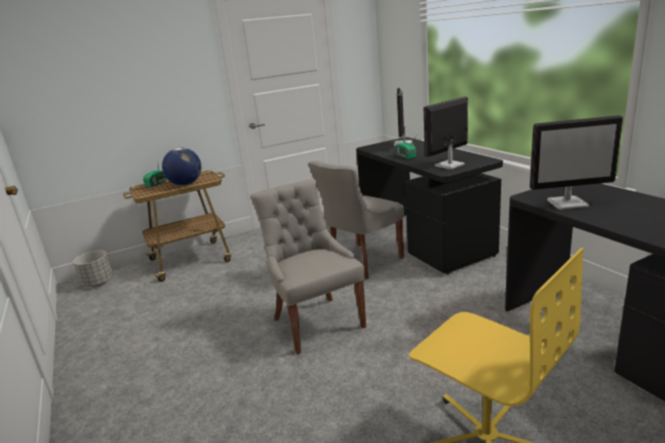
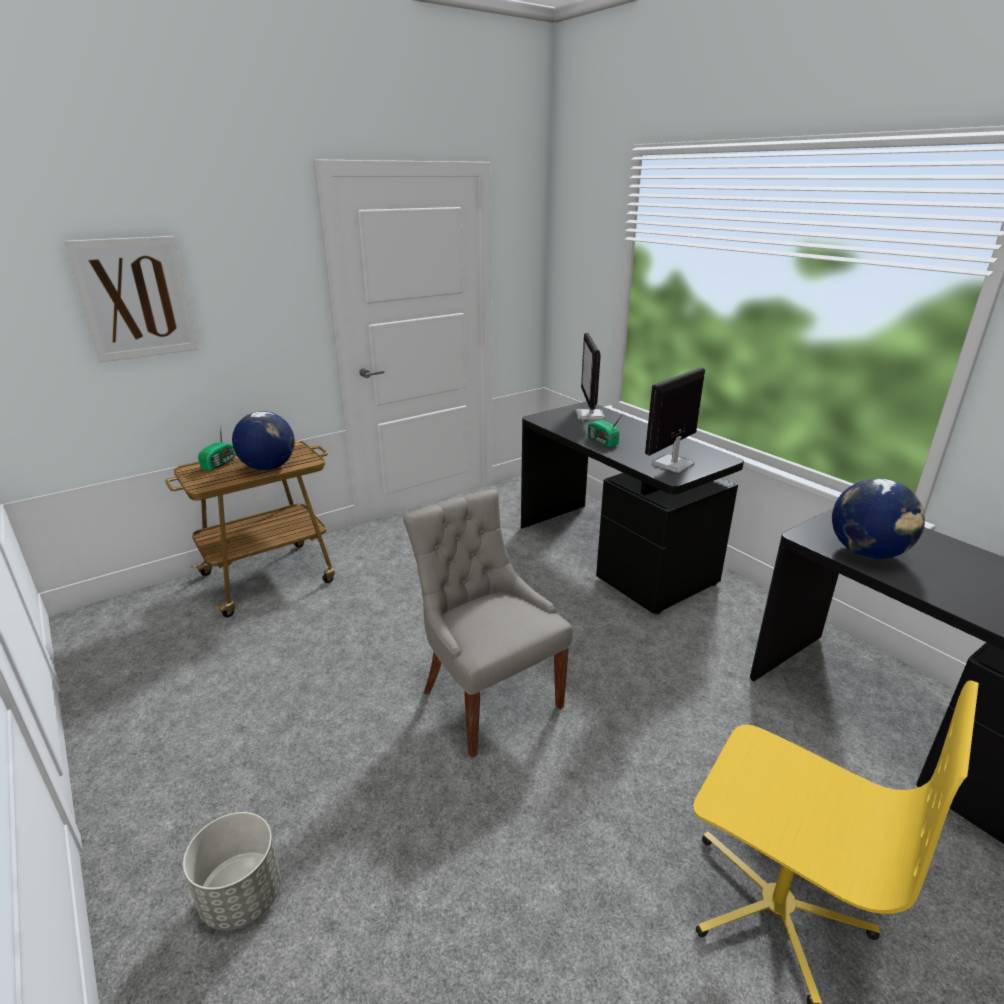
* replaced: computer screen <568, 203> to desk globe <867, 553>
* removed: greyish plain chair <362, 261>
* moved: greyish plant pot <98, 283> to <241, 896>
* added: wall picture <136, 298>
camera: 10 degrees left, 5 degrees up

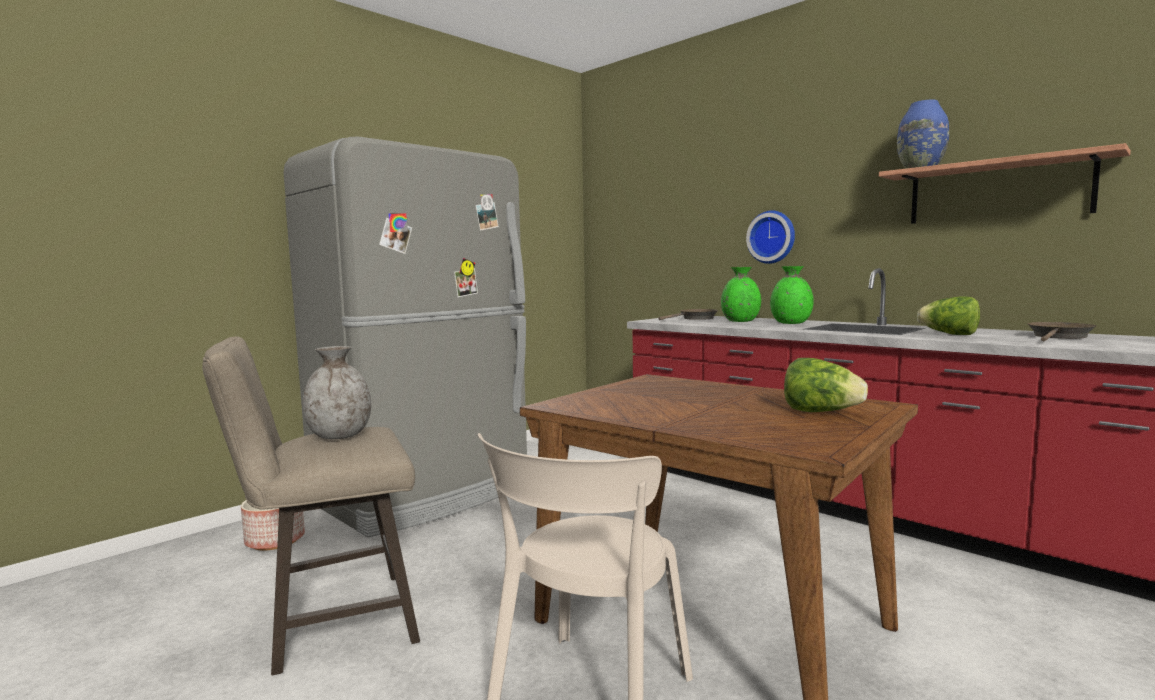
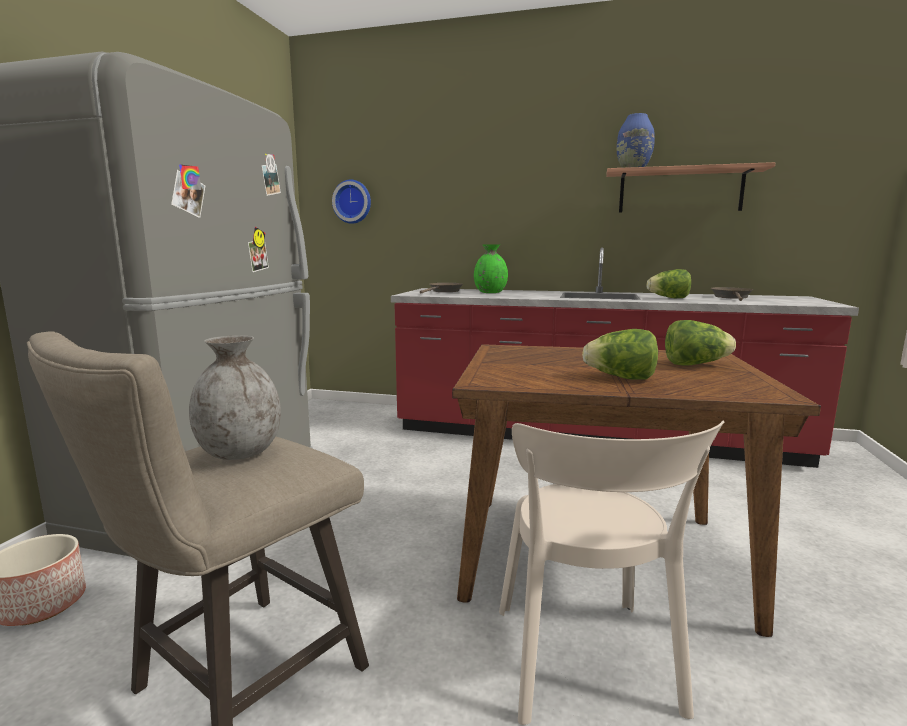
* moved: clock on the wall <772, 237> to <353, 202>
* removed: greenish vase <791, 323>
* added: head of lettuce <621, 378>
camera: 30 degrees left, 5 degrees up

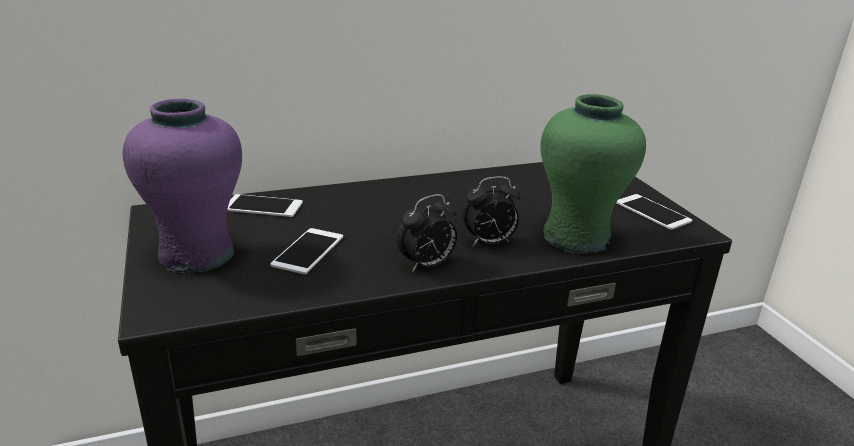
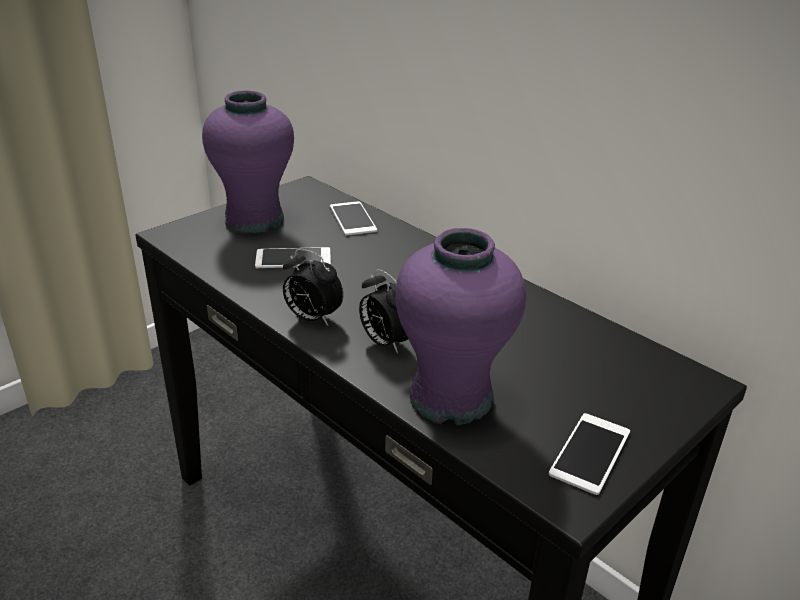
* recoloured: greenish vase <576, 237> to purple-coloured vase <452, 398>
camera: 65 degrees right, 5 degrees up

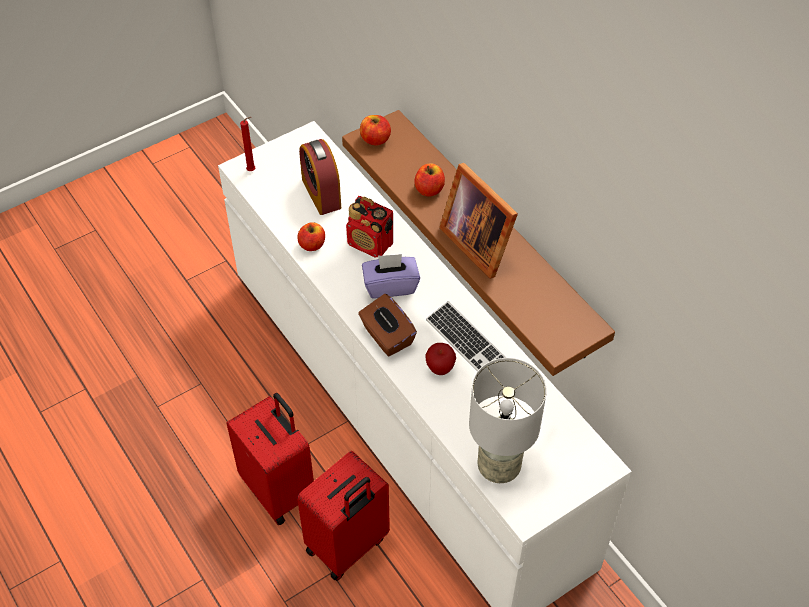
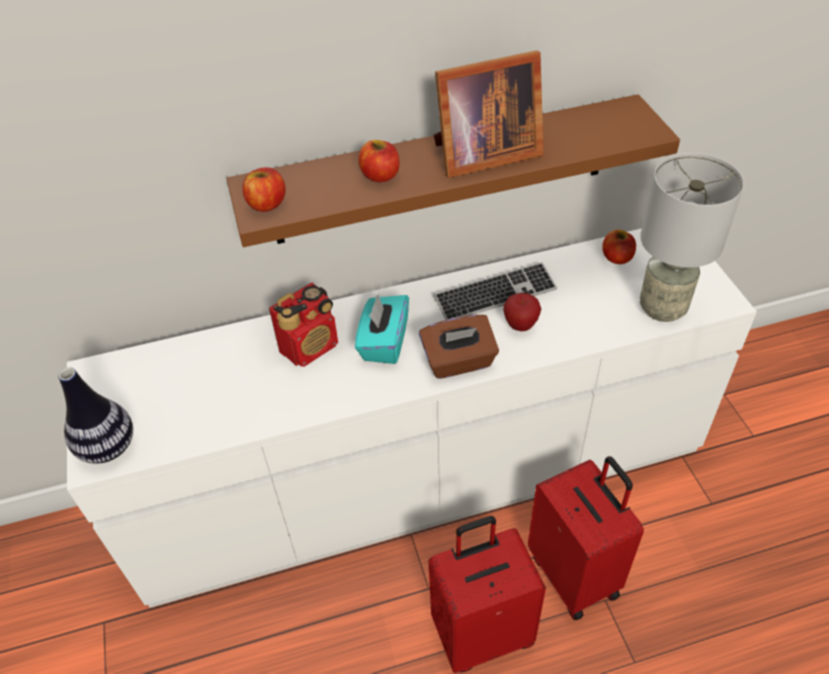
* replaced: red wax light <252, 170> to vase <108, 447>
* removed: alarm clock <321, 193>
* moved: apple fruit <312, 245> to <617, 258>
* recoloured: purple-coloured tissue box <390, 286> to turquoise tissue box <384, 342>
camera: 70 degrees left, 5 degrees down

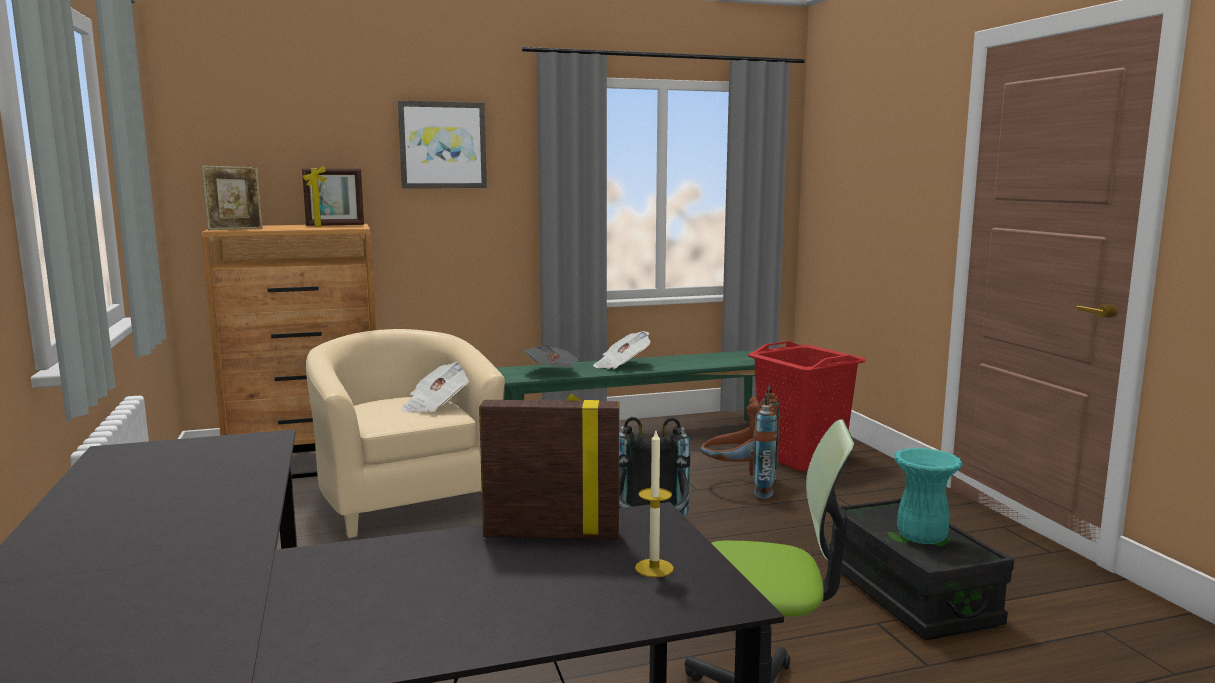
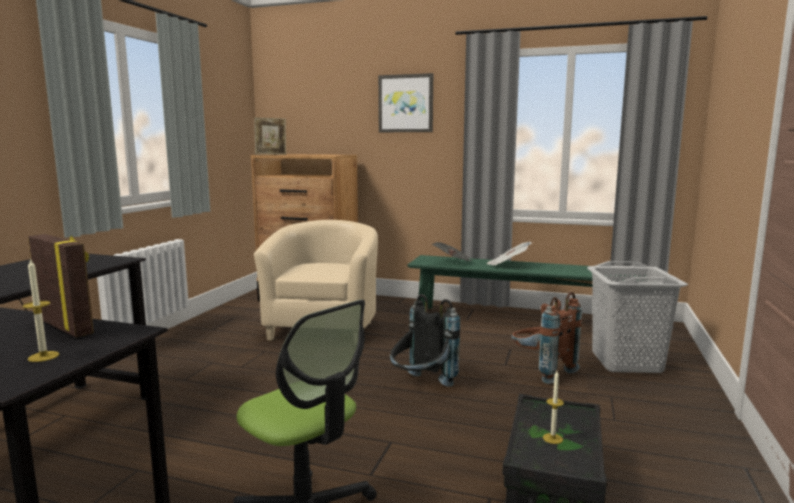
* removed: picture frame <335, 226>
* recoloured: red laundry basket <800, 458> to greyish laundry basket <626, 362>
* removed: printed paper <436, 406>
* replaced: turquoise vase <920, 538> to wax light <552, 438>
camera: 35 degrees right, 0 degrees up

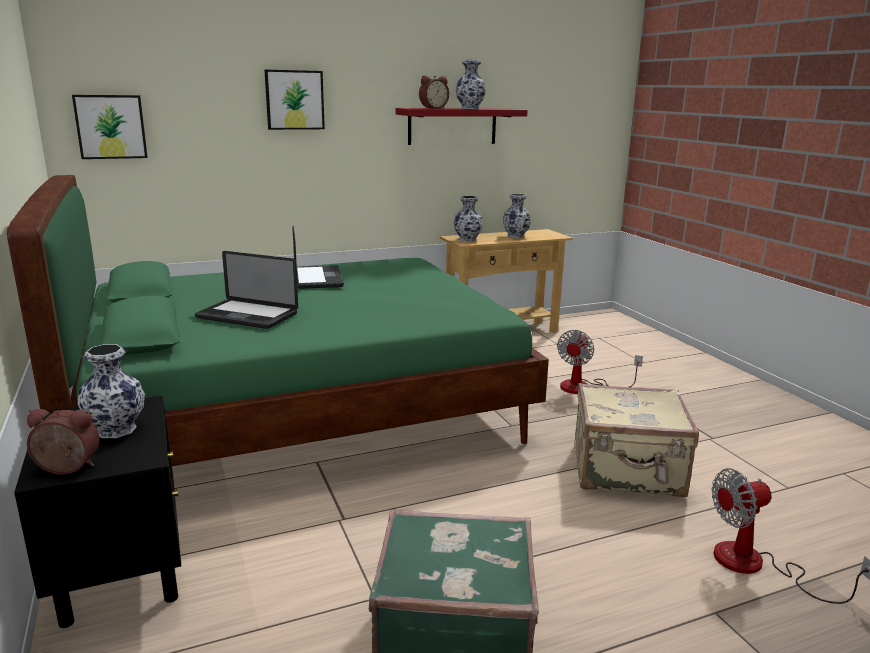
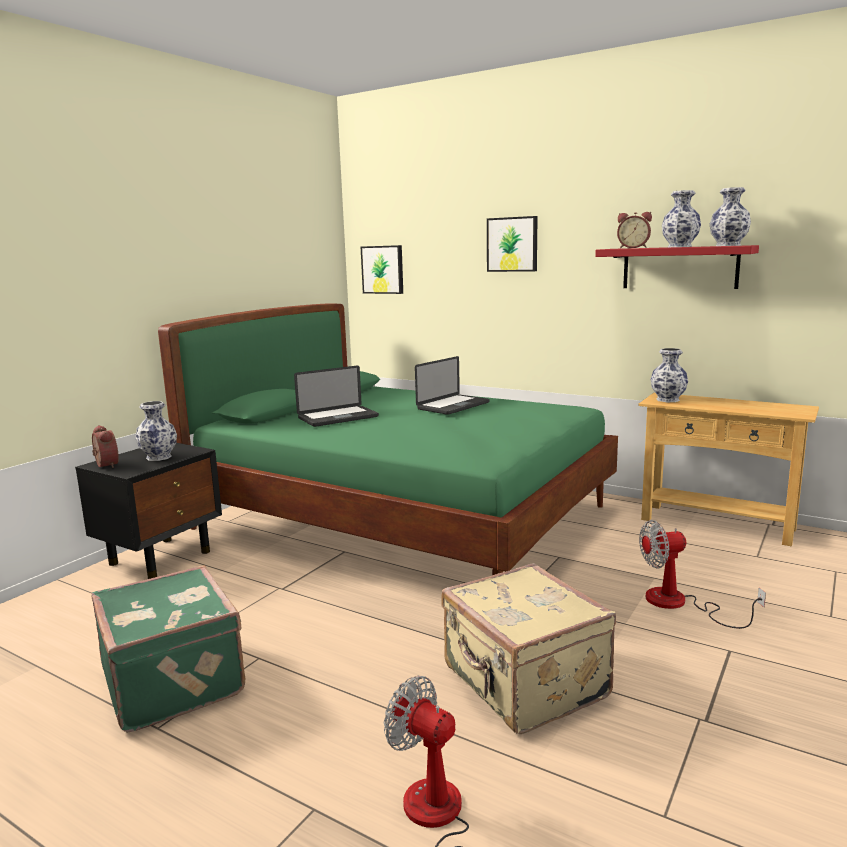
* moved: vase <515, 236> to <727, 245>
* turned: portable computer <247, 316> = <338, 417> 105 degrees counterclockwise
camera: 55 degrees right, 5 degrees down

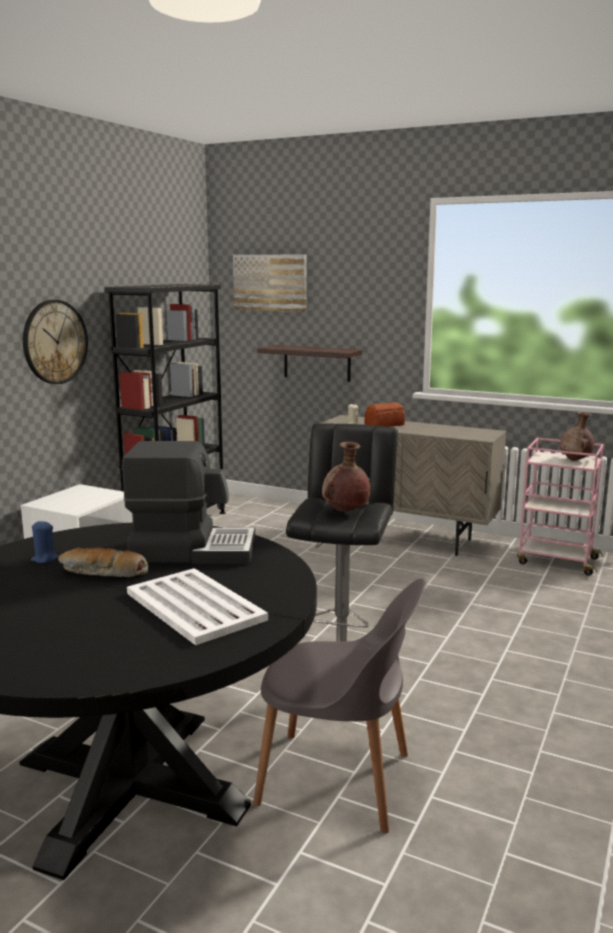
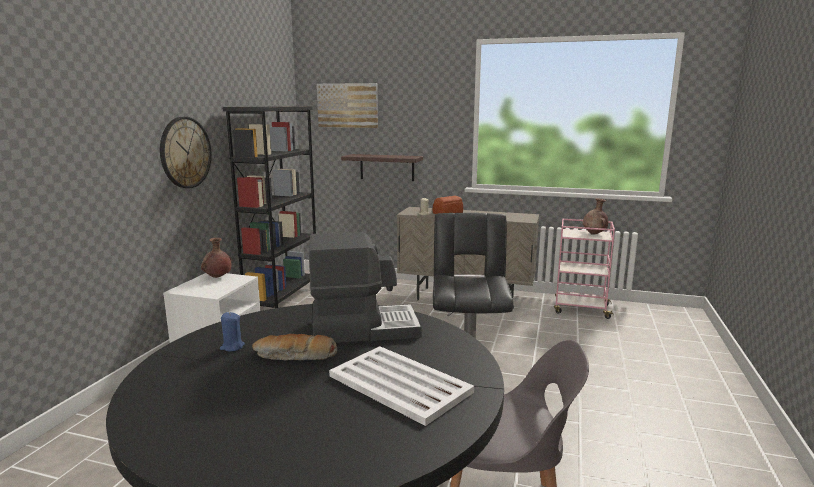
* moved: brownish vase <345, 512> to <217, 277>
camera: 10 degrees left, 0 degrees up

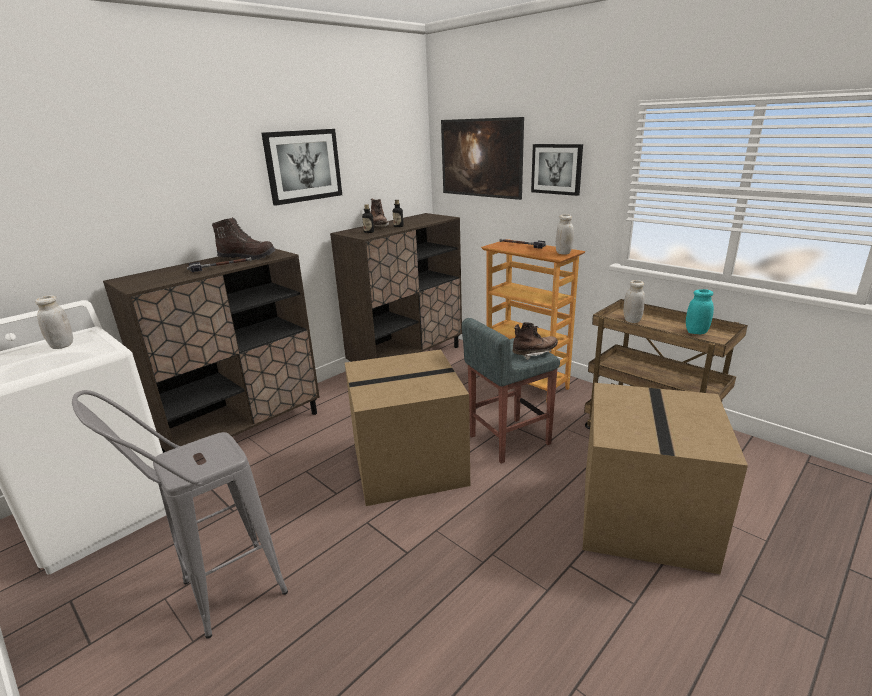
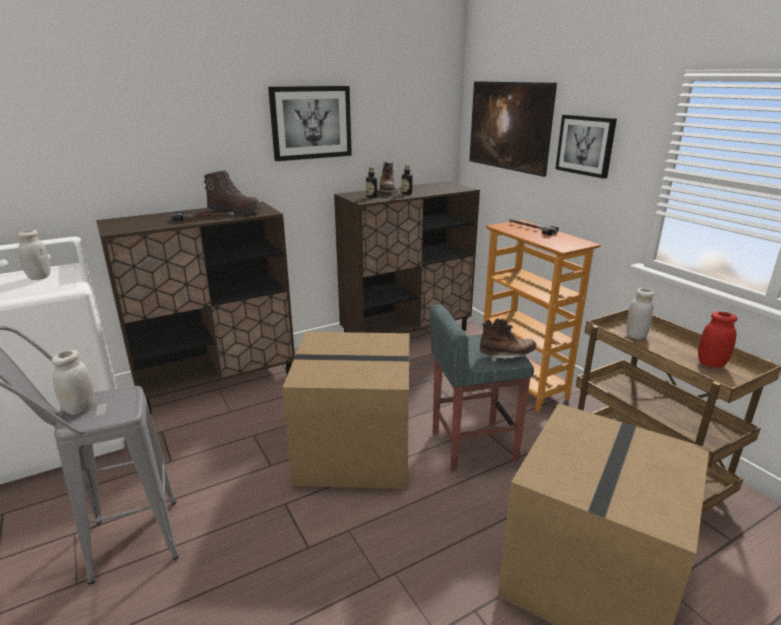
* moved: white preserve jar <563, 253> to <80, 408>
* recoloured: turquoise preserve jar <696, 332> to red preserve jar <711, 363>
camera: 15 degrees right, 0 degrees up

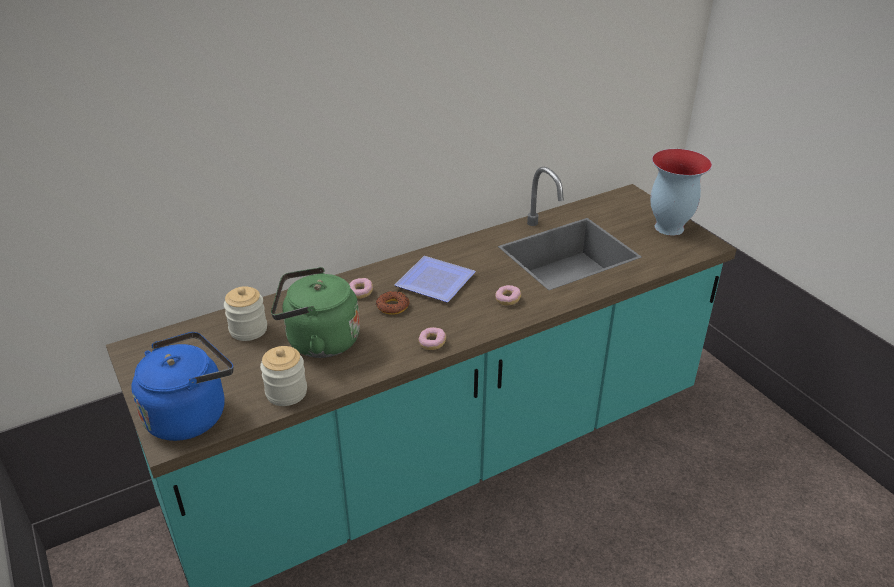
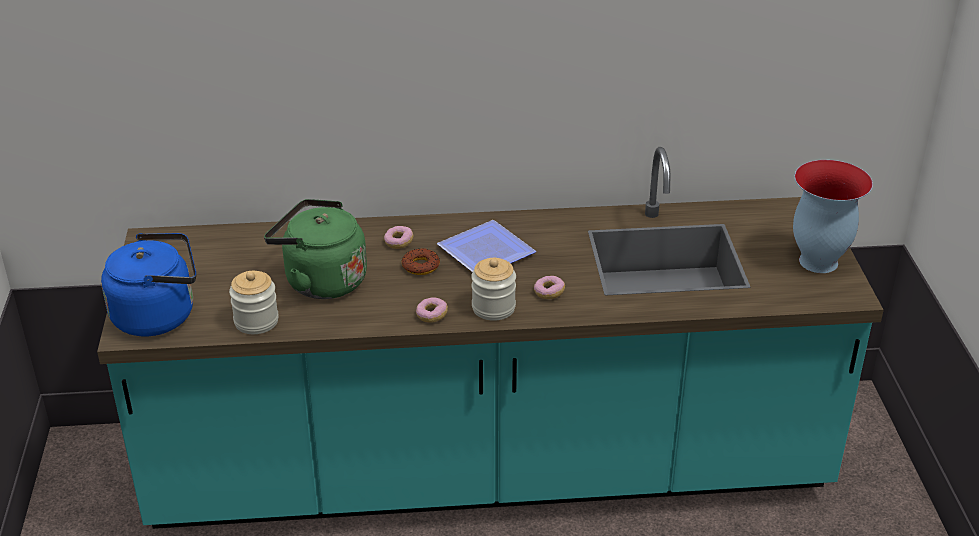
* moved: preserve jar <248, 330> to <493, 308>
camera: 25 degrees right, 0 degrees up

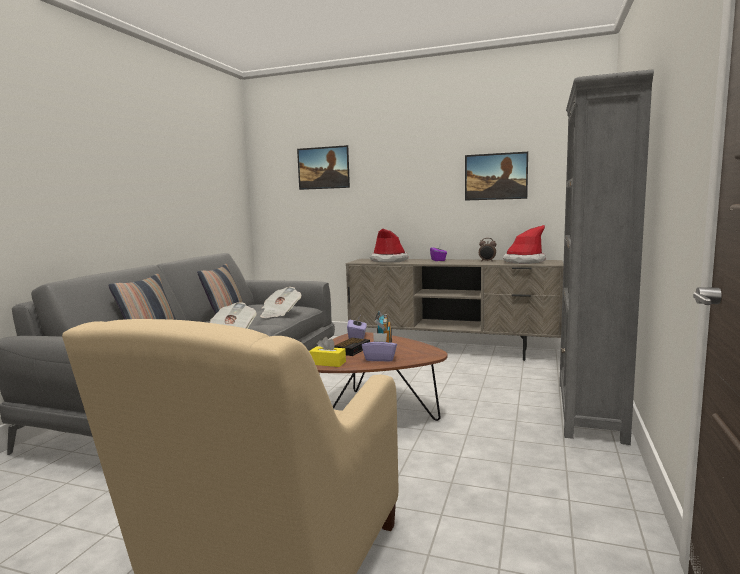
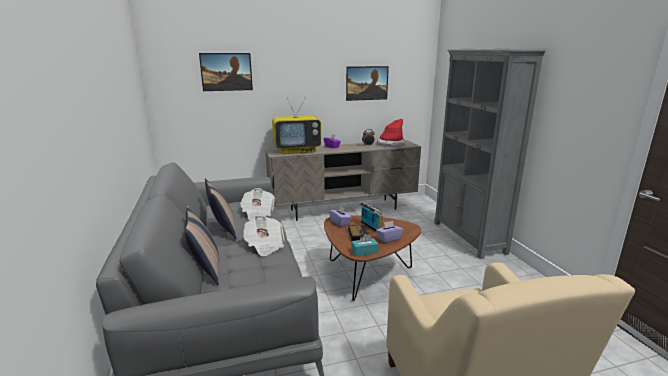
* replaced: clothing hat <389, 260> to television <297, 150>
* recoloured: yellow tissue box <327, 363> to turquoise tissue box <364, 251>
camera: 35 degrees left, 10 degrees up

